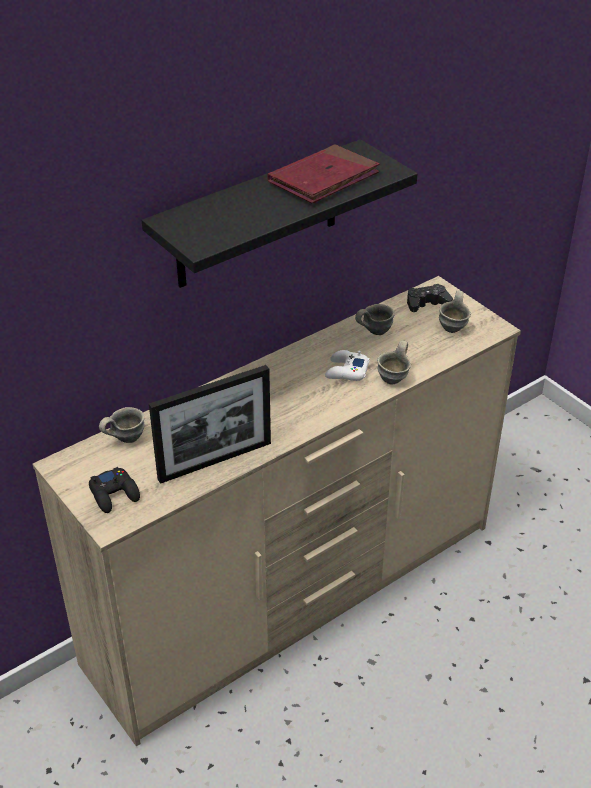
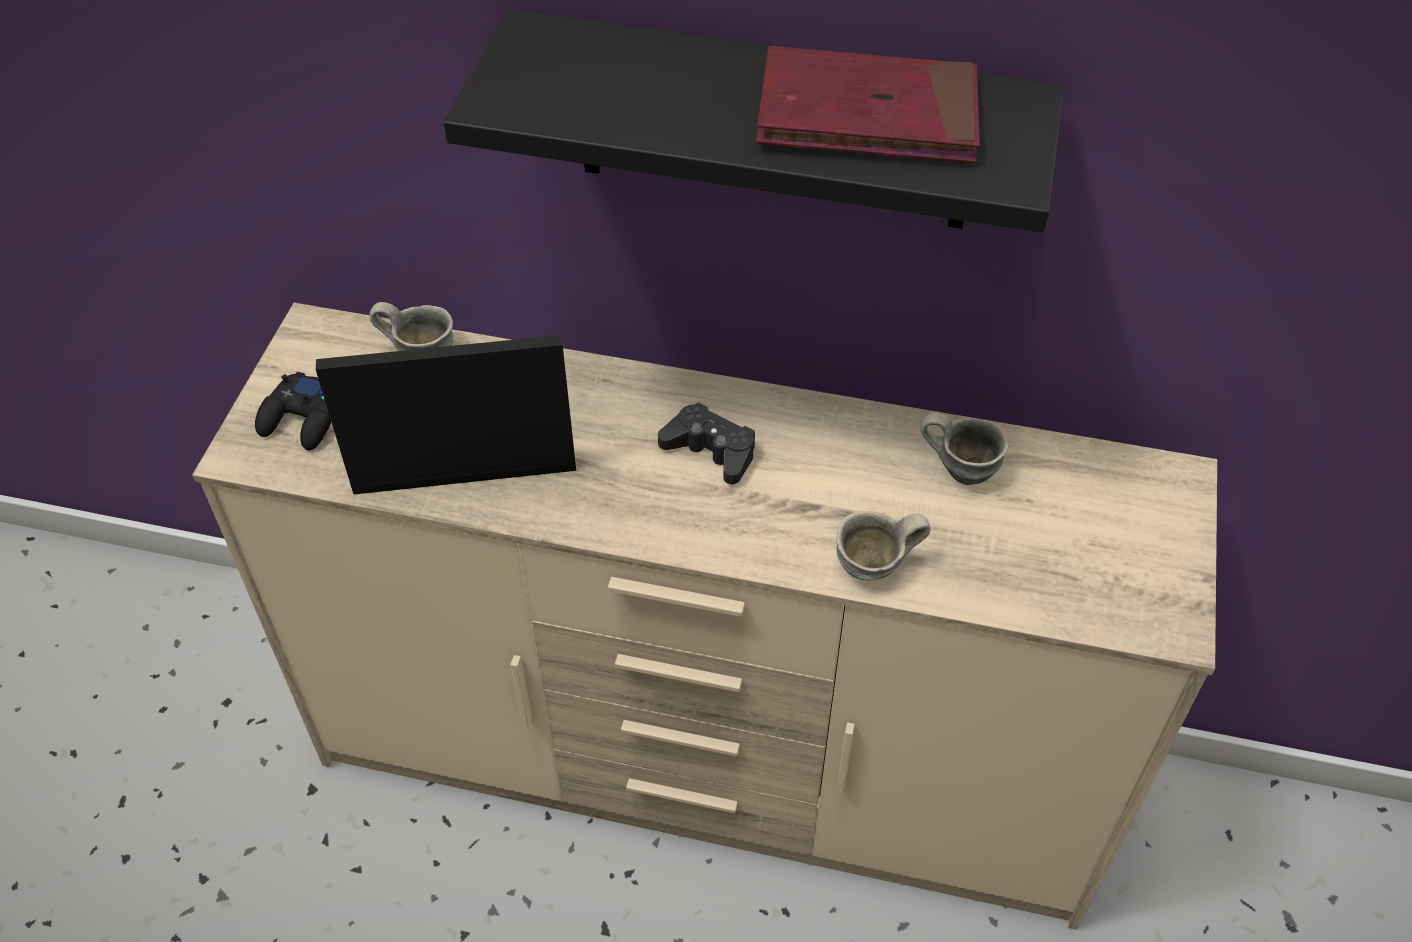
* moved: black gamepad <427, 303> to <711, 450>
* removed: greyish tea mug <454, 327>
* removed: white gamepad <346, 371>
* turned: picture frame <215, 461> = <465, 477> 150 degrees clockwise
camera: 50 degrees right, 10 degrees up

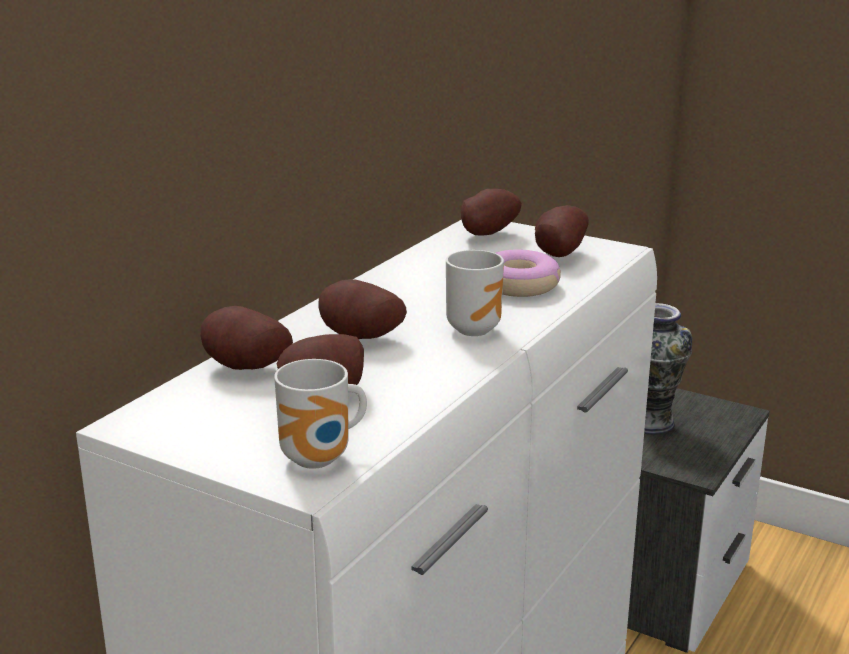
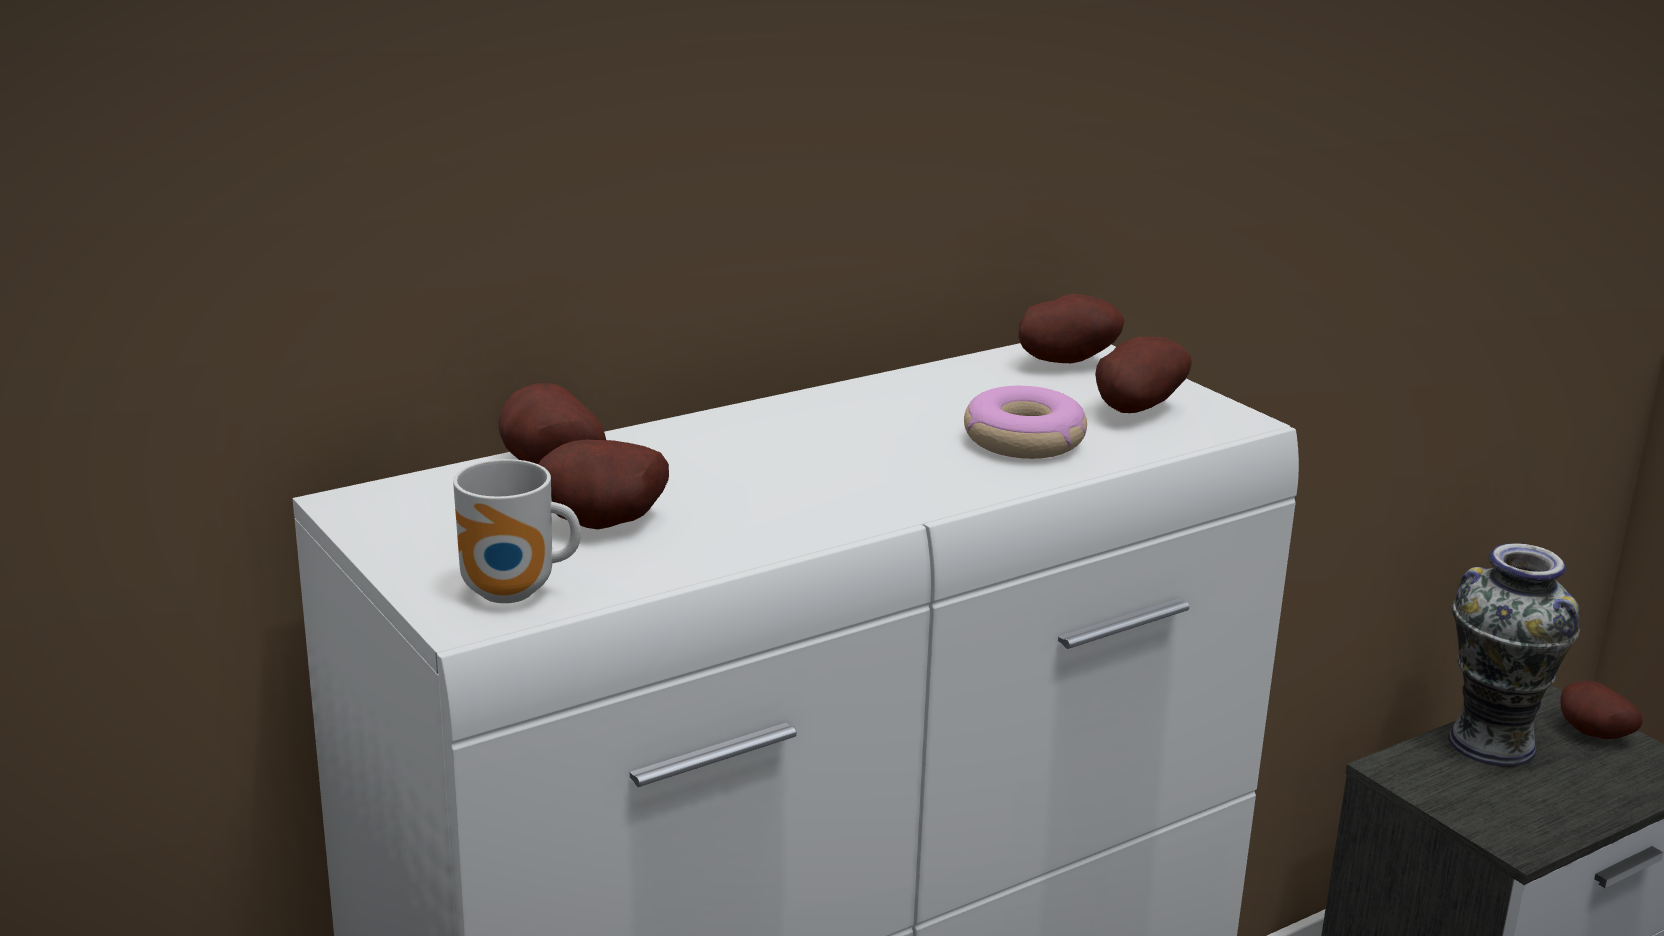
* removed: tea mug <475, 328>
* moved: whole potato <359, 339> to <1592, 735>
camera: 25 degrees right, 0 degrees up

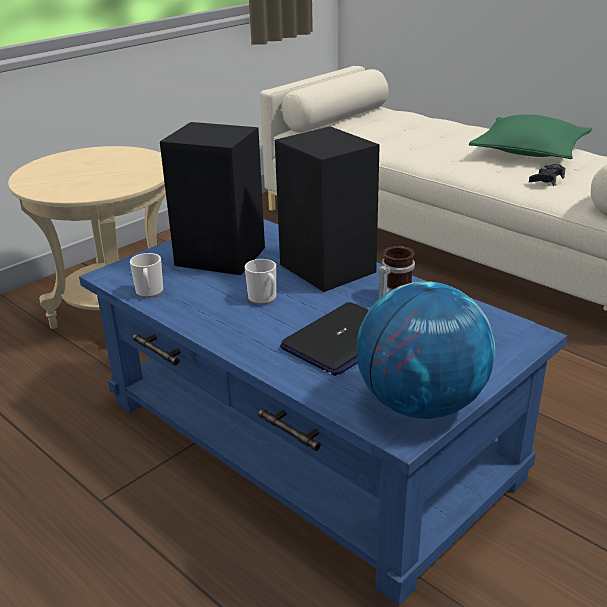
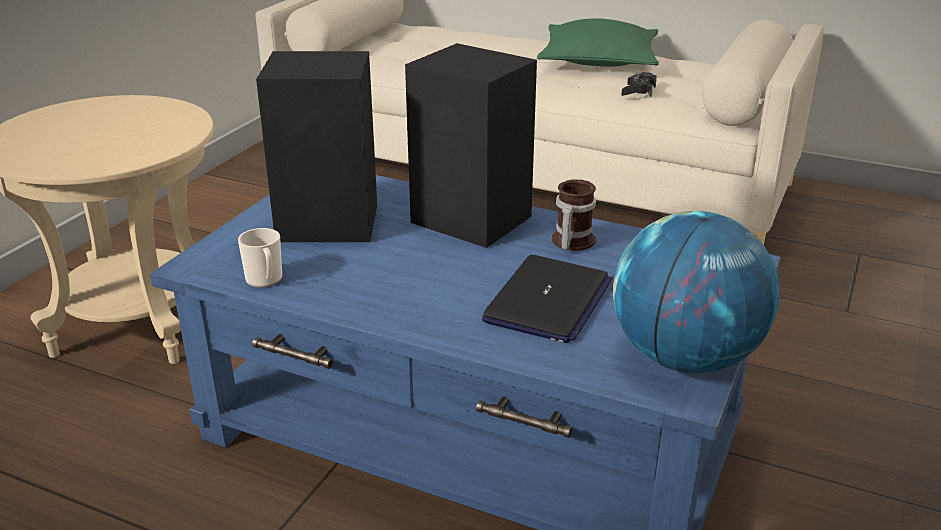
* removed: tea mug <264, 299>
camera: 20 degrees left, 0 degrees up

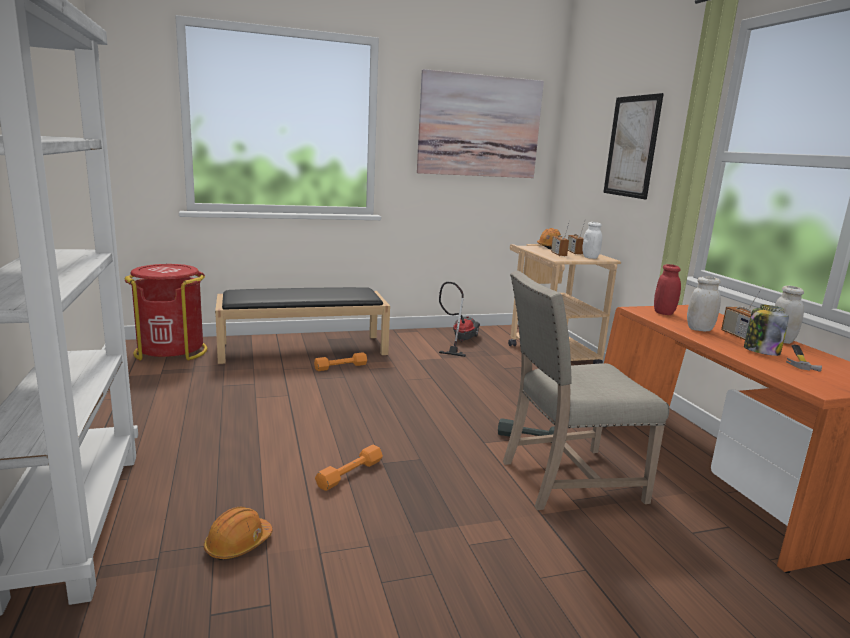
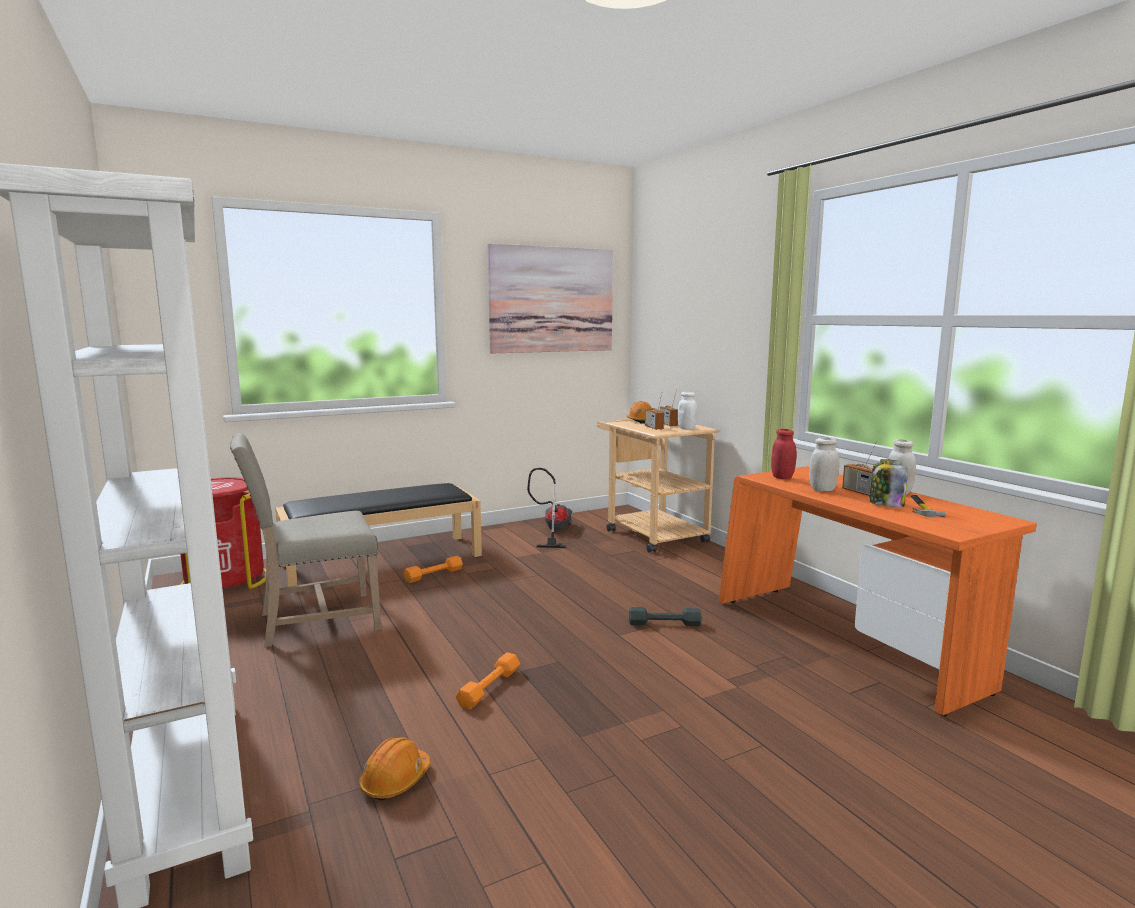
* removed: wall picture <632, 146>
* moved: beige plain chair <566, 480> to <315, 620>
camera: 10 degrees left, 5 degrees down

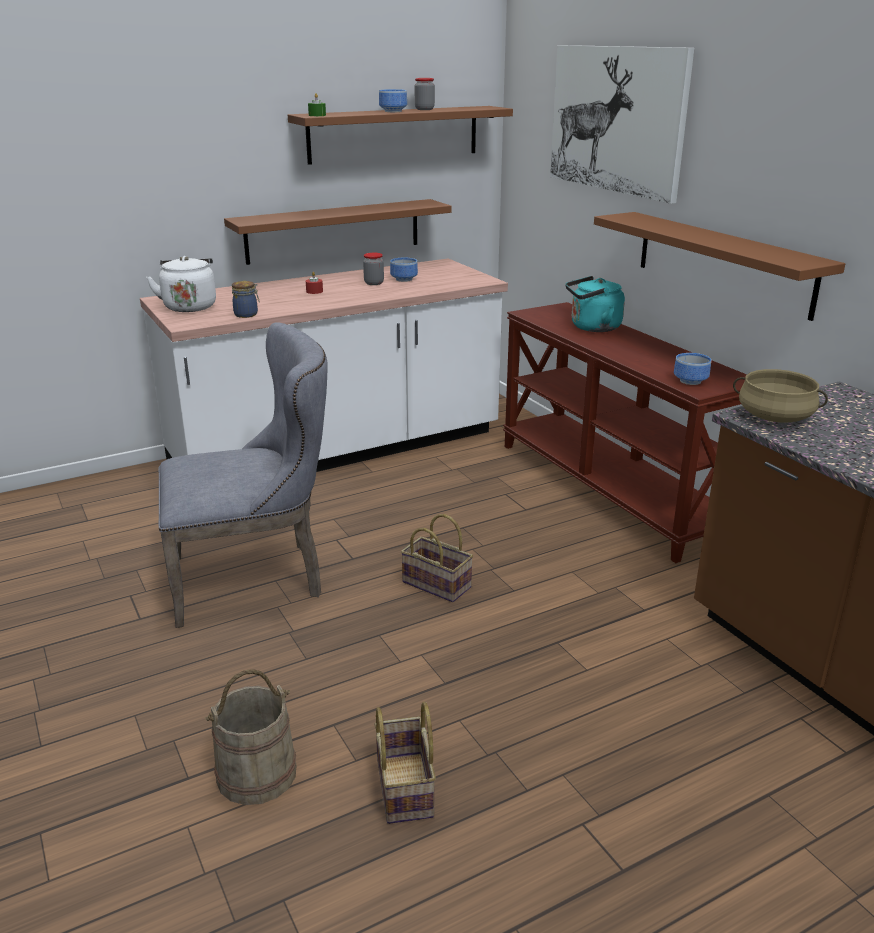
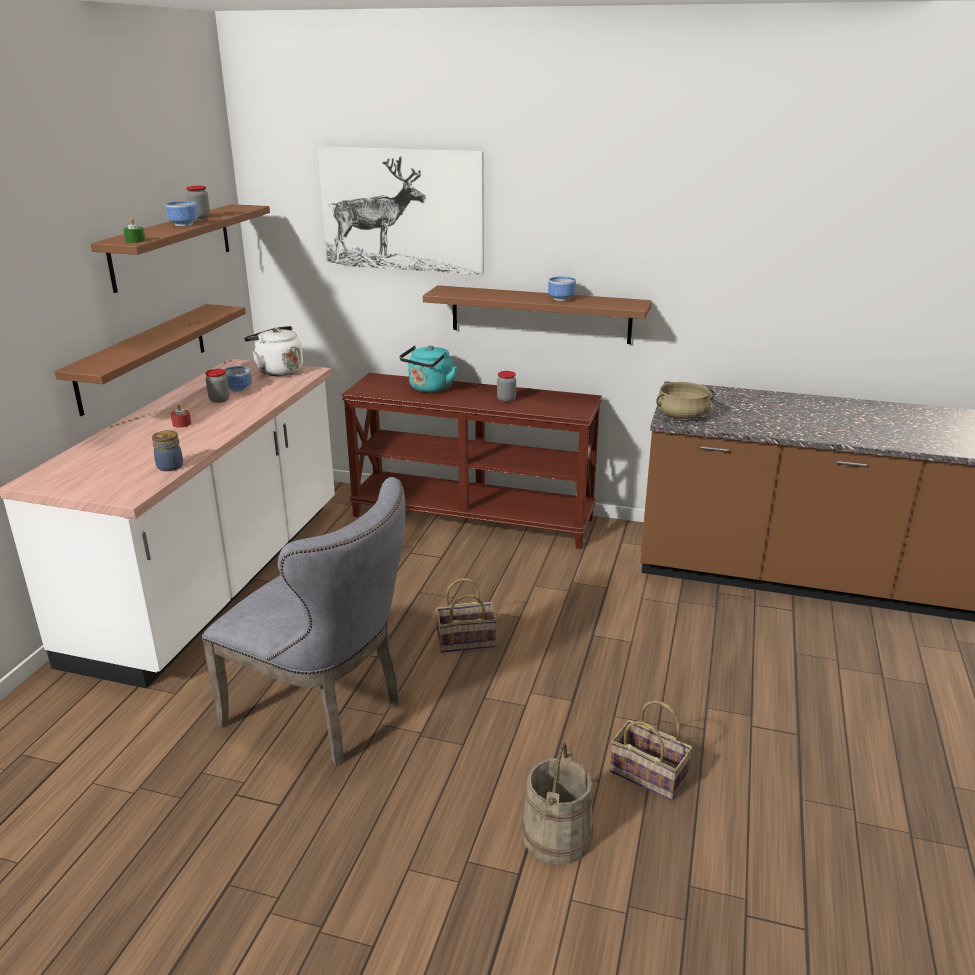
* moved: white tea kettle <189, 306> to <277, 371>
* turned: greyish plain chair <257, 577> = <324, 713> 90 degrees clockwise
* moved: deep dish <689, 380> to <560, 298>
* added: preserve jar <506, 399>
camera: 45 degrees left, 0 degrees up

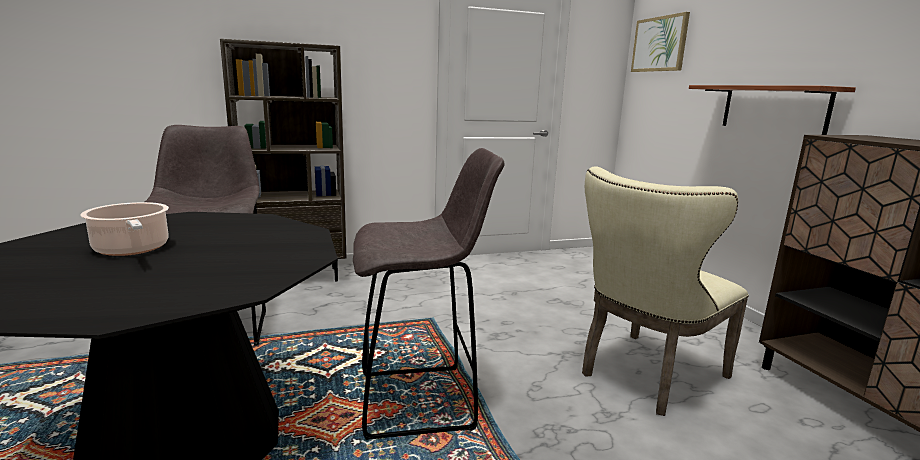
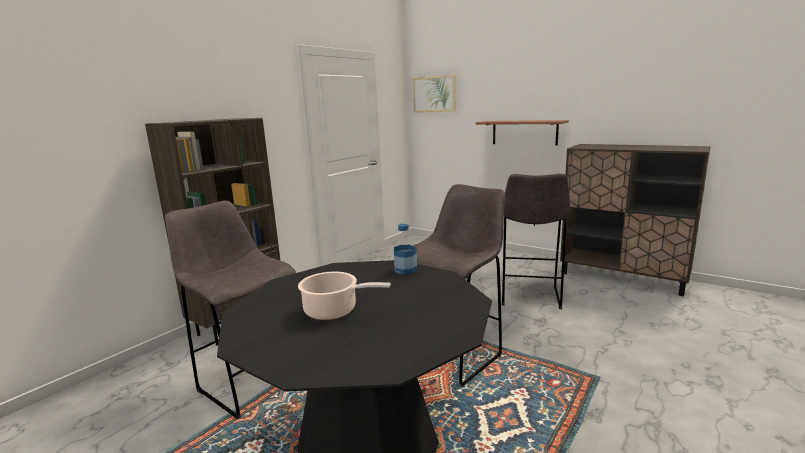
* replaced: beige plain chair <646, 376> to greyish stool seat <530, 297>
* added: drink bottle <405, 269>
camera: 35 degrees left, 0 degrees up

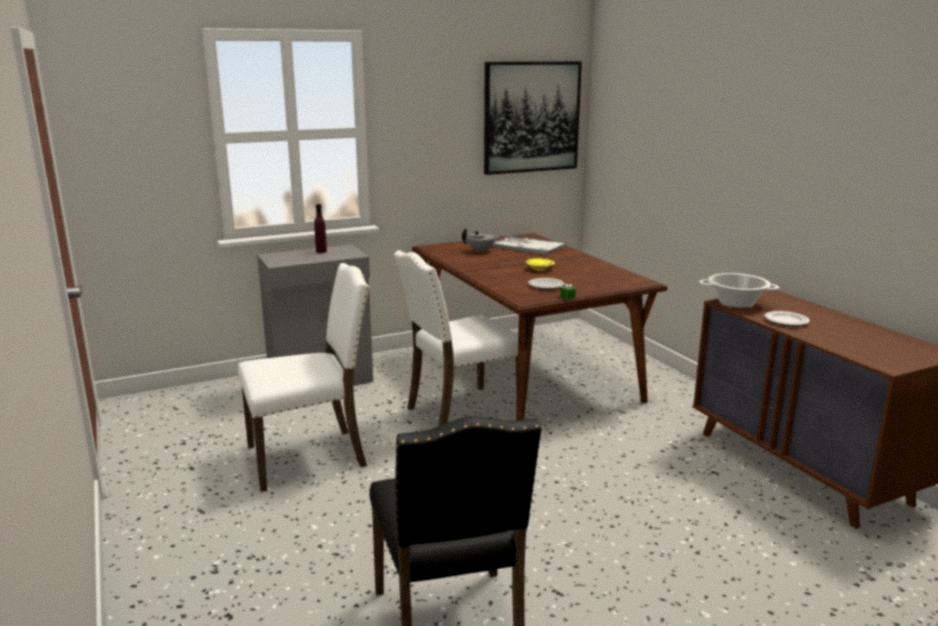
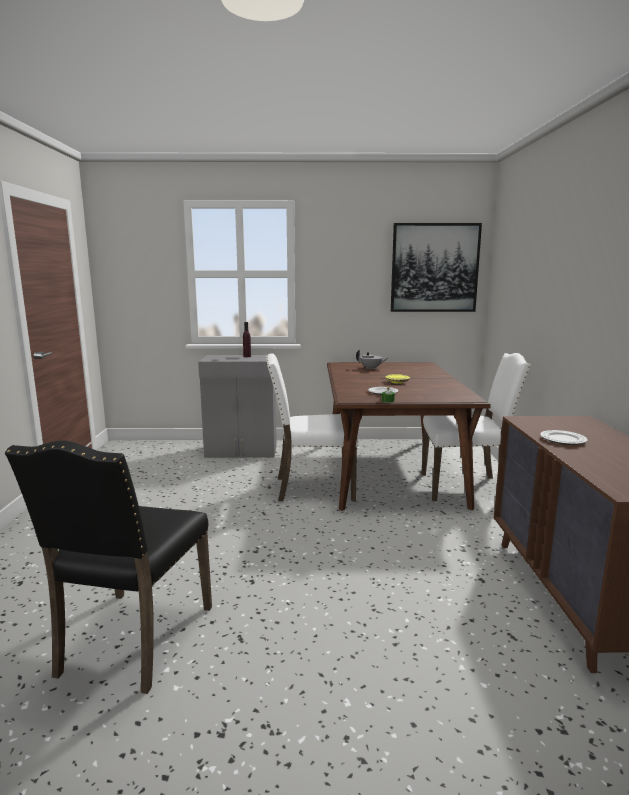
* removed: serving tray <527, 246>
* moved: white plain chair <310, 457> to <465, 487>
* removed: cooking pot <736, 303>
camera: 25 degrees right, 5 degrees down

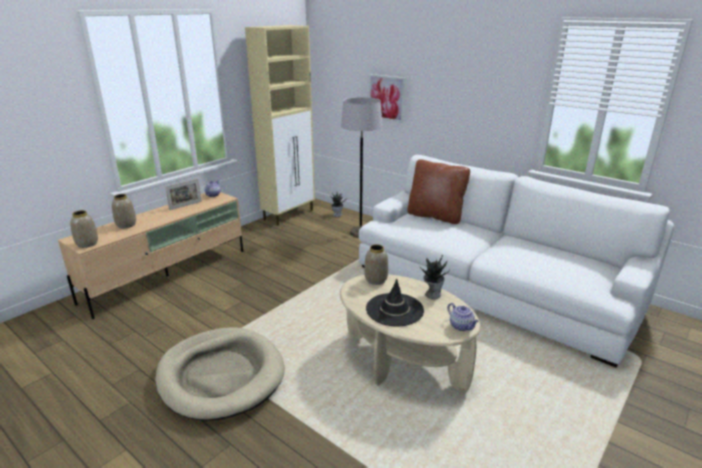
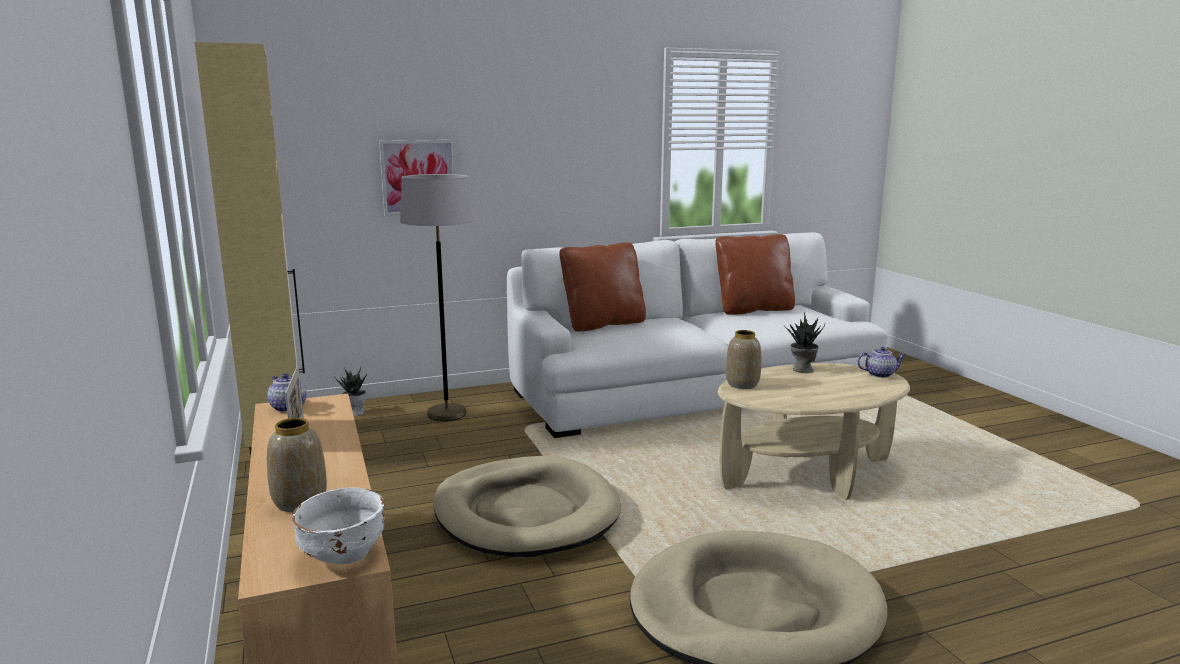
* replaced: vase <87, 244> to white deep dish <344, 556>
* removed: black clothing hat <394, 310>
* added: brownish cushion <753, 309>
* added: beige dog cushion <526, 513>
camera: 60 degrees left, 10 degrees down

